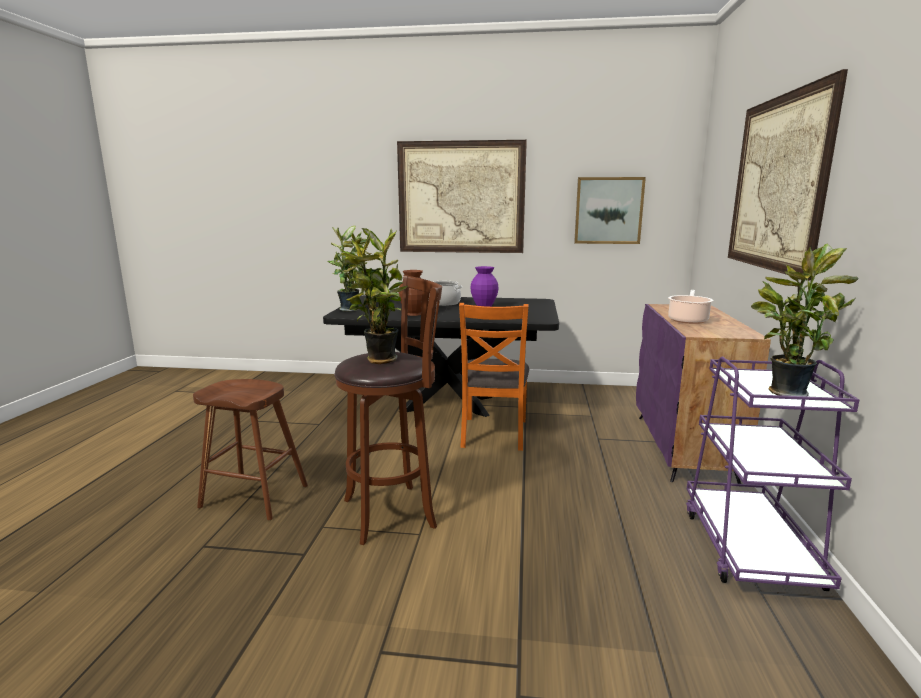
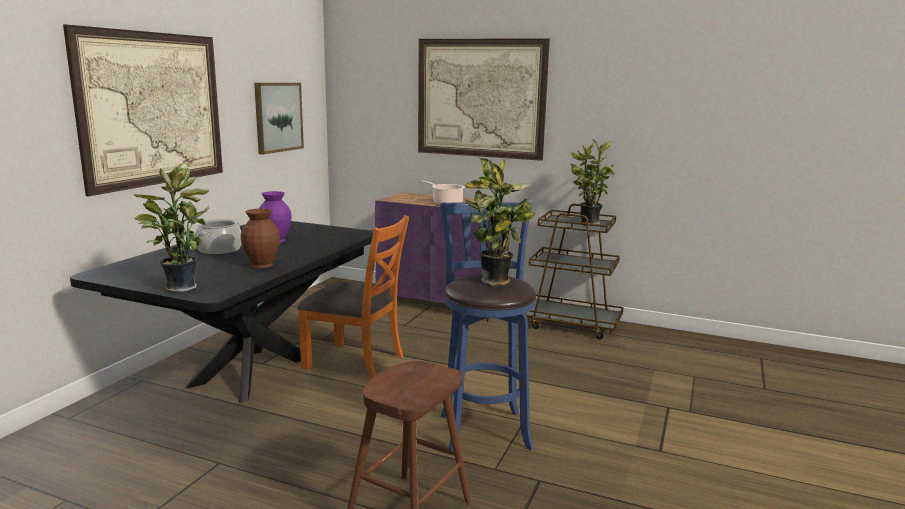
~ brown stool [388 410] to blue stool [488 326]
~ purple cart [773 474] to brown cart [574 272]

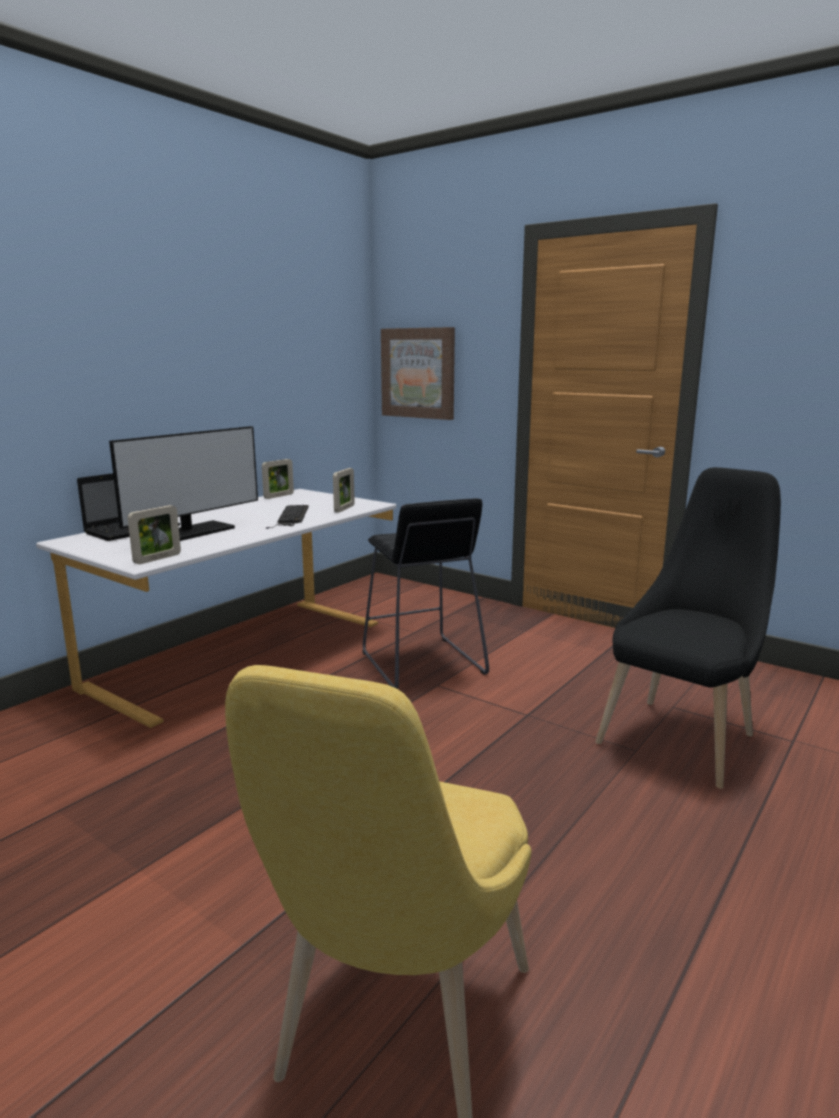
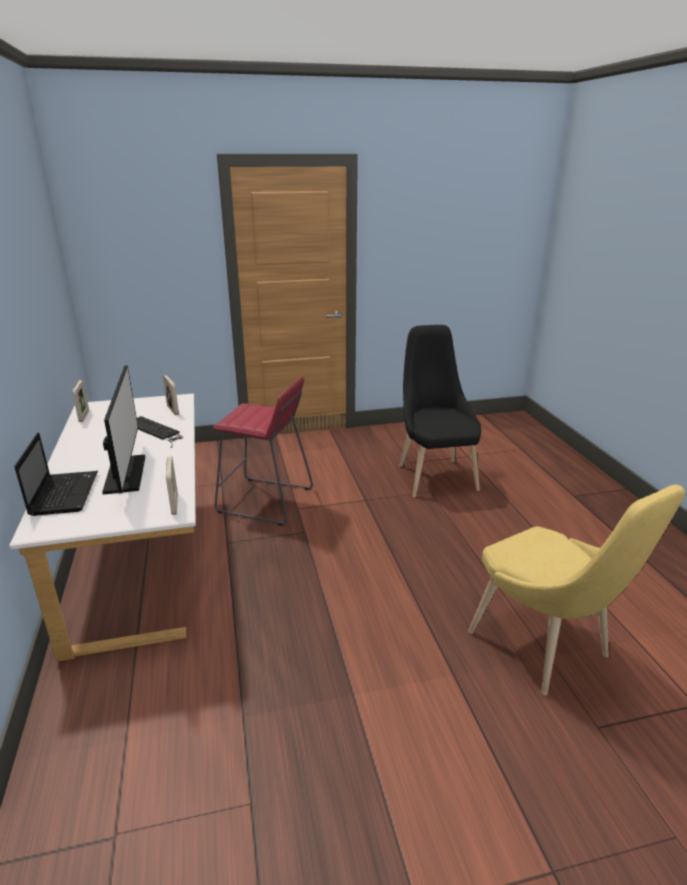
- picture [418 373]
~ black stool [426 593] to red stool [263 451]

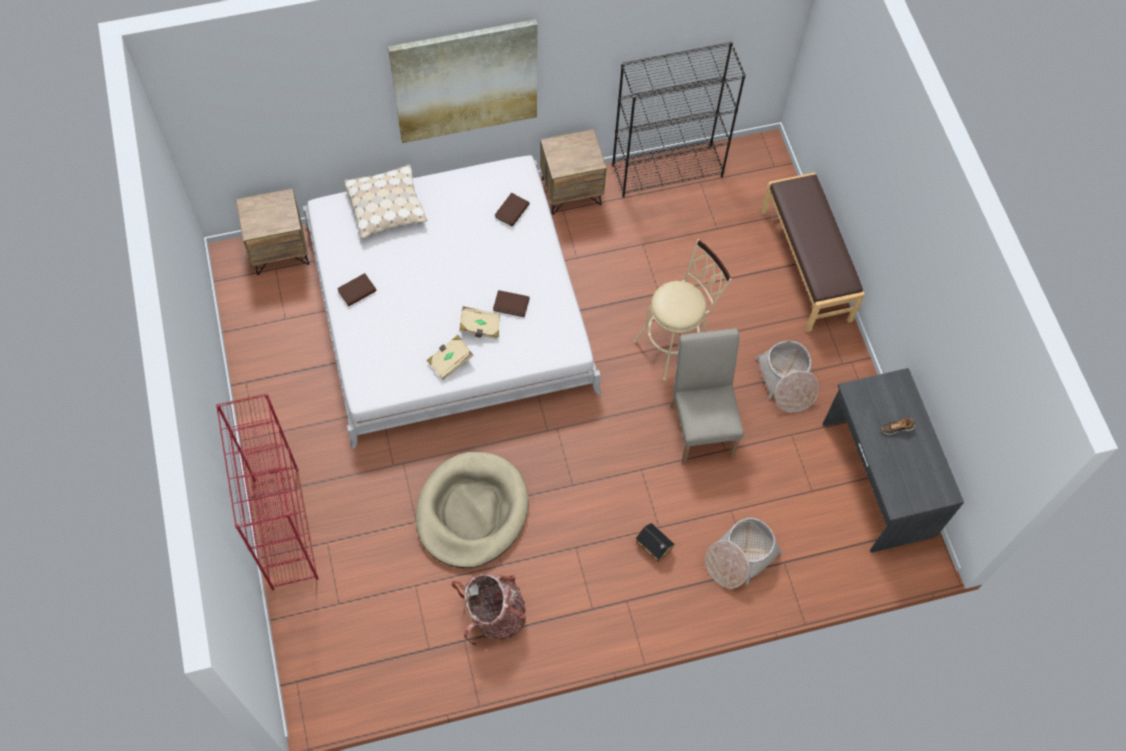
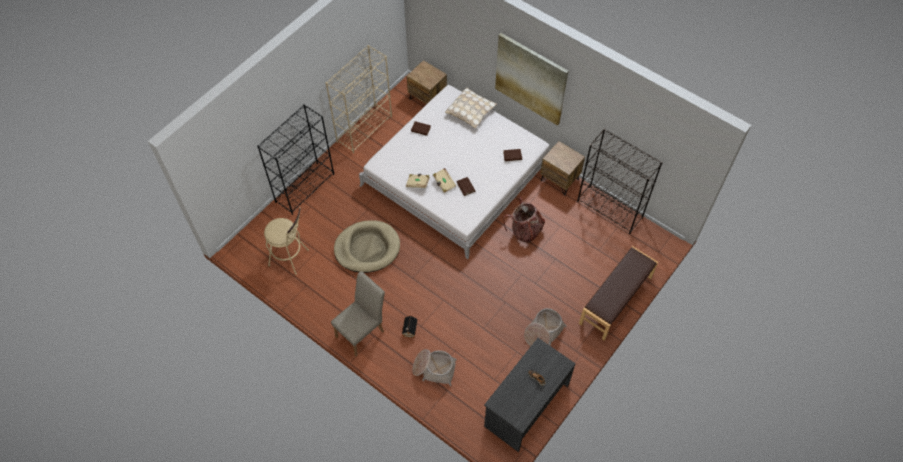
~ beige stool [683 309] to [286 241]
~ beige chair [707 396] to [358 314]
~ red bookcase [267 491] to black bookcase [295 159]
~ backpack [488 609] to [524 220]
+ beige bookcase [358 99]

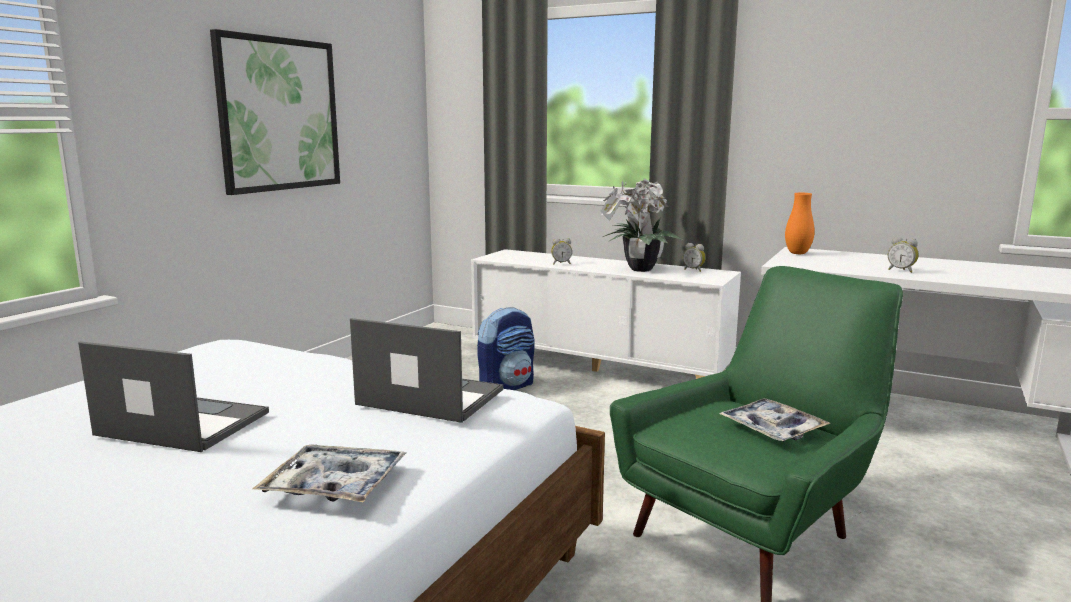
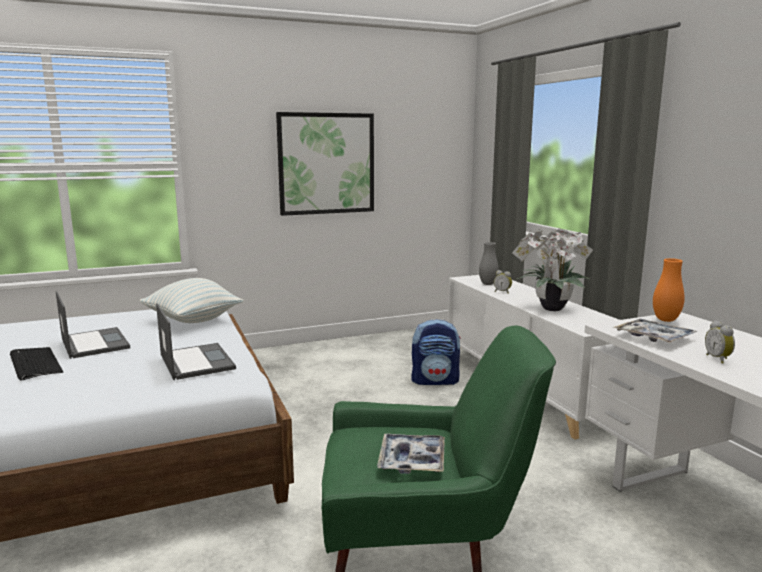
- alarm clock [694 257]
~ tray [329 473] to [655 331]
+ grey vase [489 263]
+ pillow [191 300]
+ keyboard [36 364]

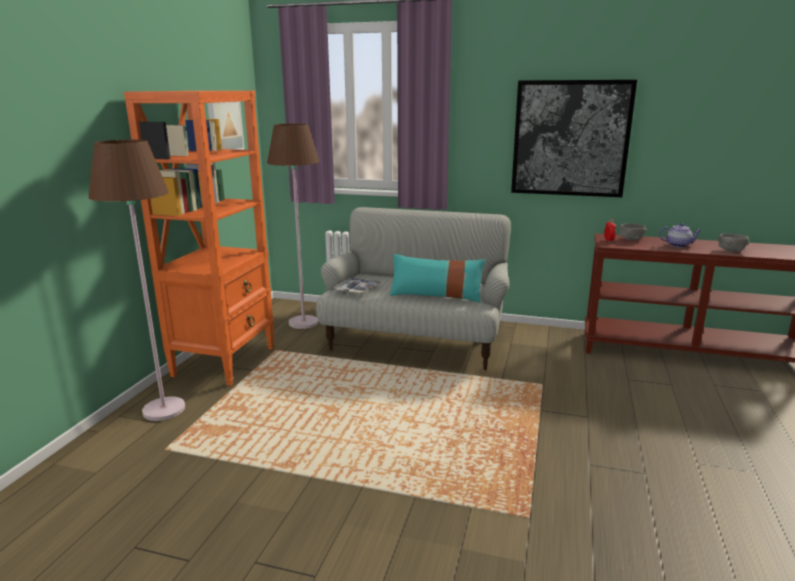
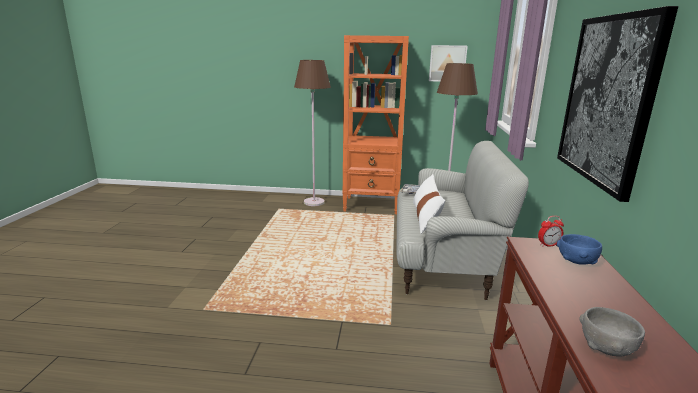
~ grey bowl [633 231] to blue bowl [579 249]
- teapot [680 235]
~ turquoise pillow [437 278] to white pillow [429 204]

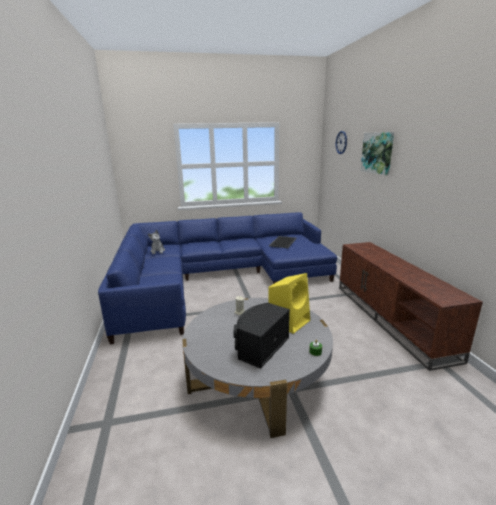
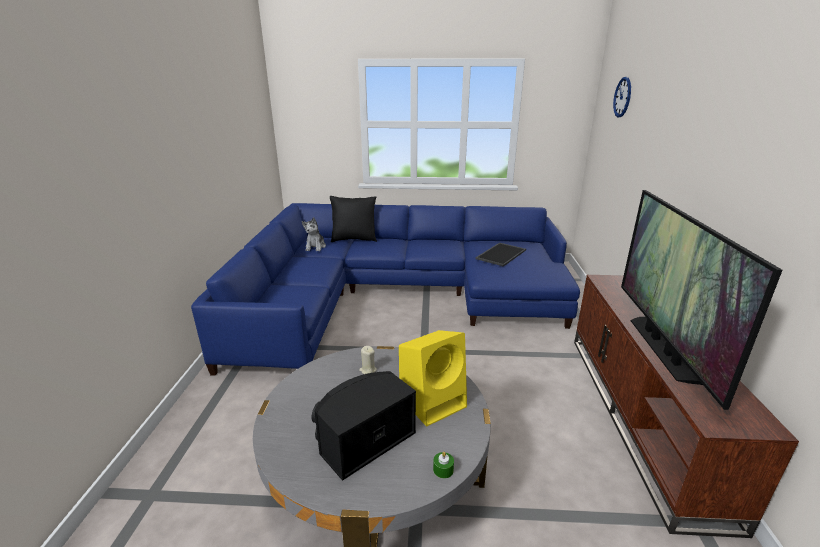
- picture [377 154]
+ television [701 300]
+ black pillow [353 219]

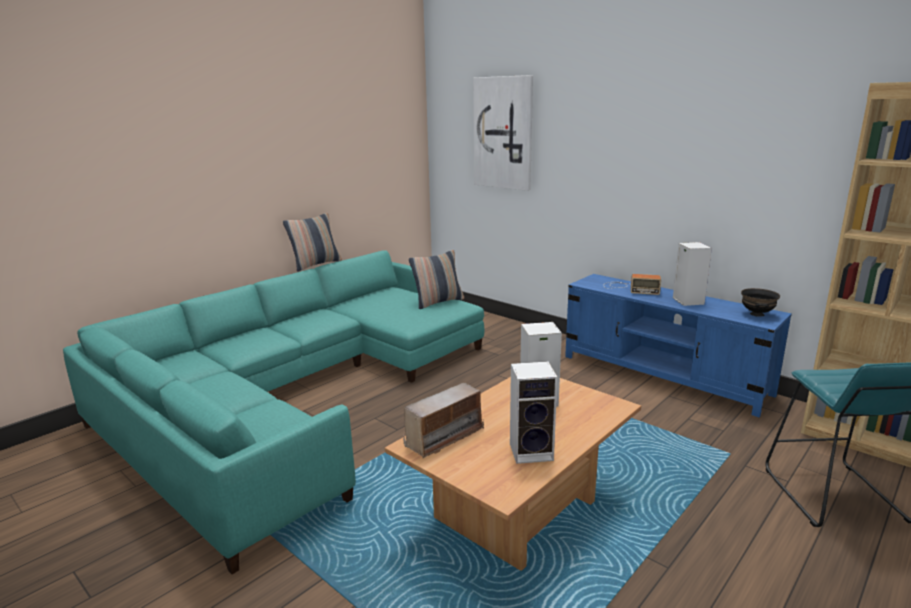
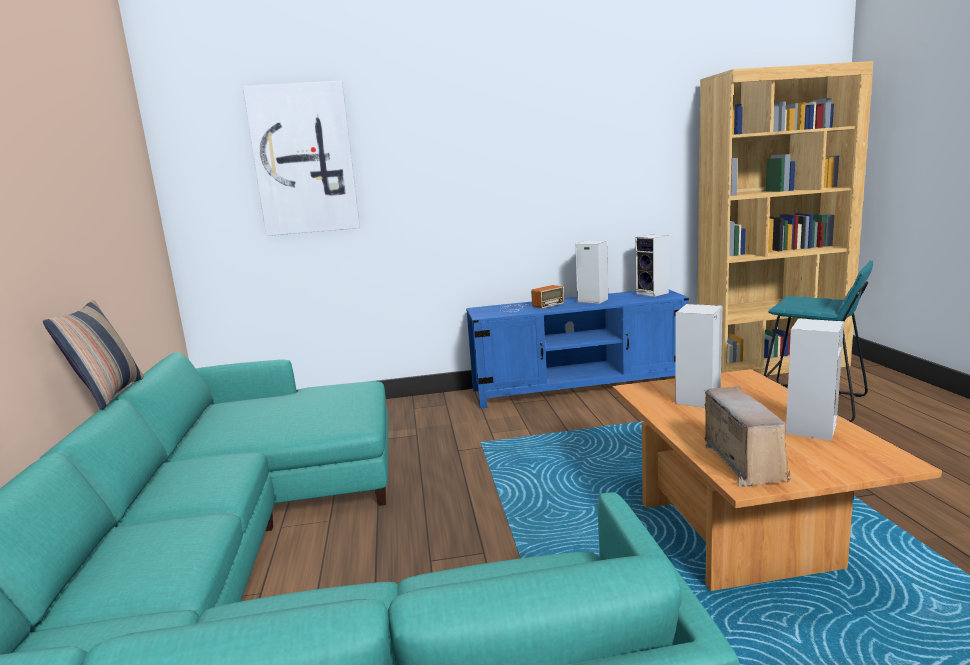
- pillow [436 279]
~ black bowl [760 302] to speaker [652 266]

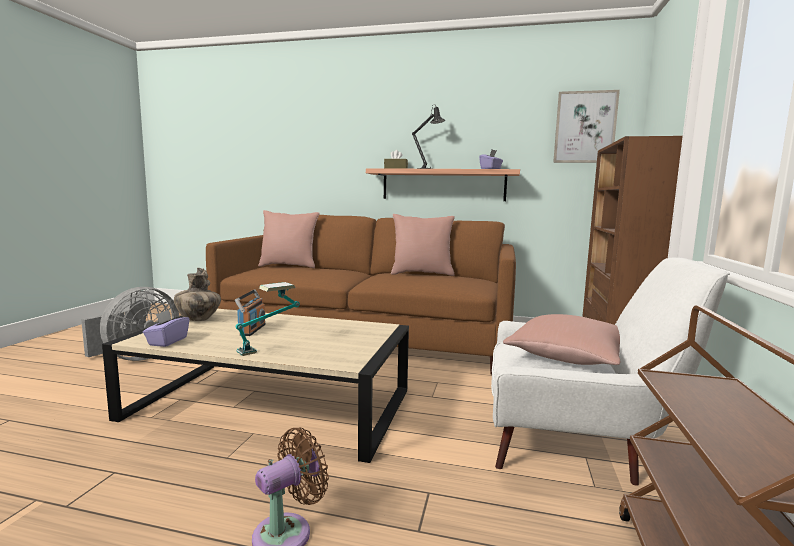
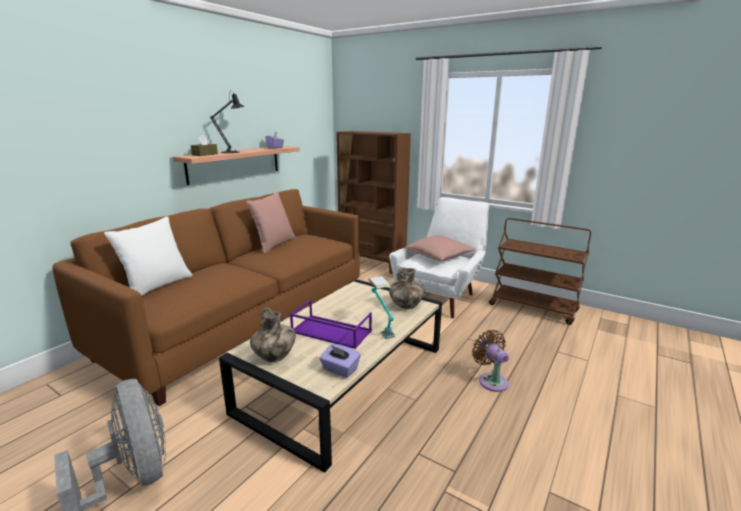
- picture [586 126]
~ pink pillow [289 239] to white pillow [148 256]
~ radio [250 313] to purple tray [331 324]
+ vase [407 288]

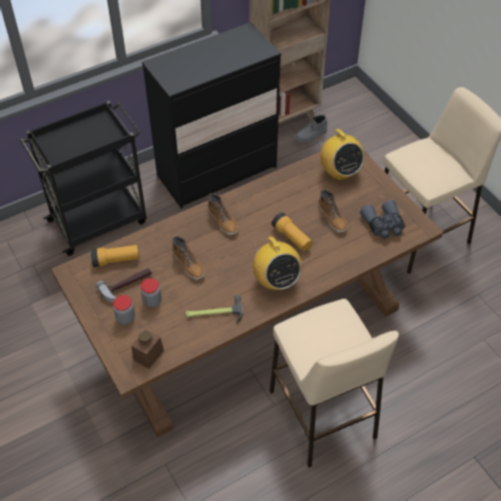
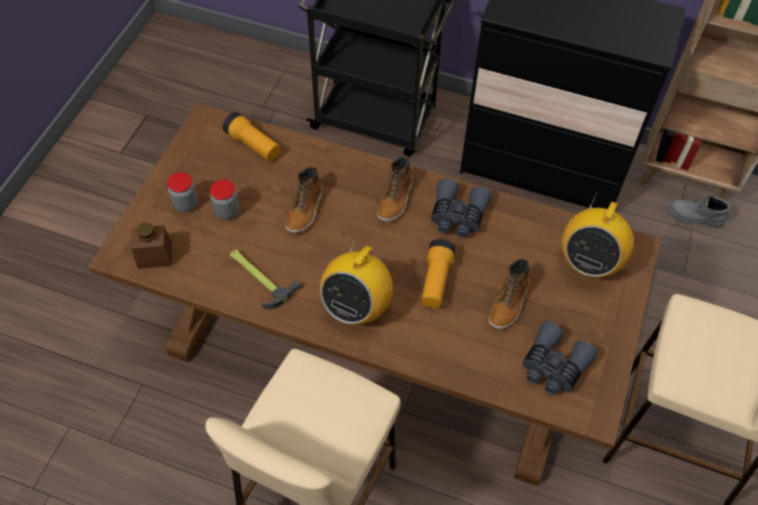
- hammer [124 285]
+ grey binoculars [461 208]

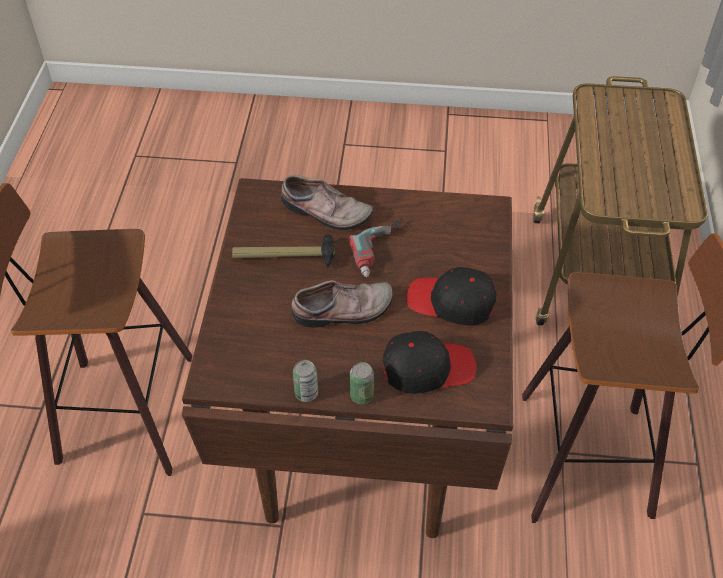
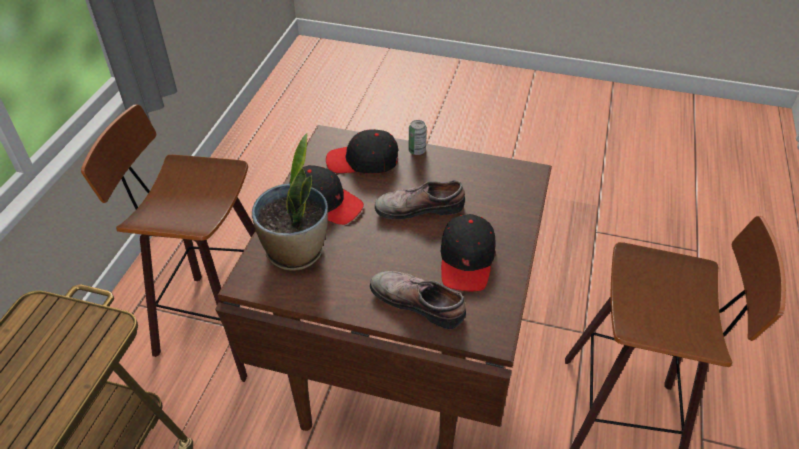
- power drill [376 247]
~ hammer [283 251] to black cap [468 252]
- can [305 381]
+ potted plant [290 202]

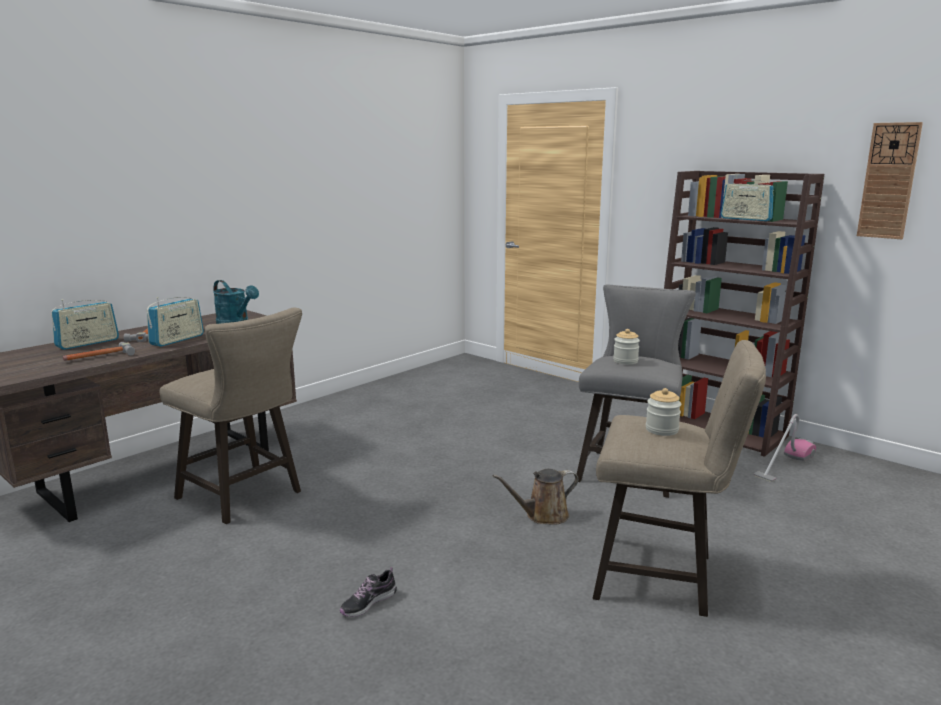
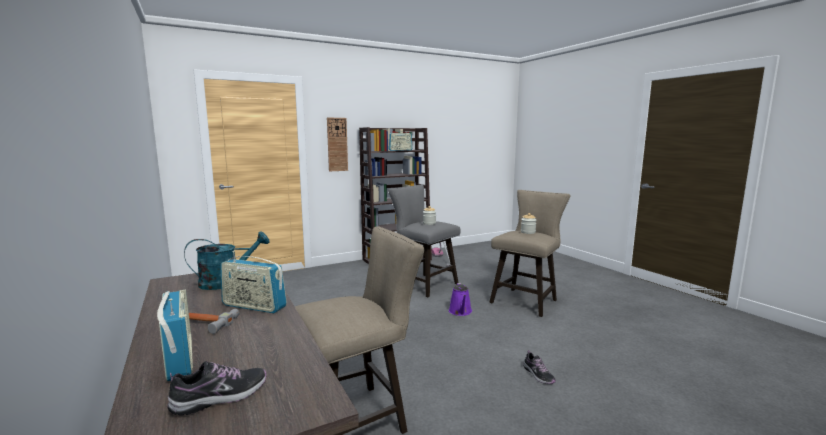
~ wall clock [890 180] to [337 144]
~ radio [175 322] = [254 282] 150 degrees clockwise
- hammer [98 351]
~ brown watering can [535 497] to purple watering can [460 299]
+ shoe [216 388]

